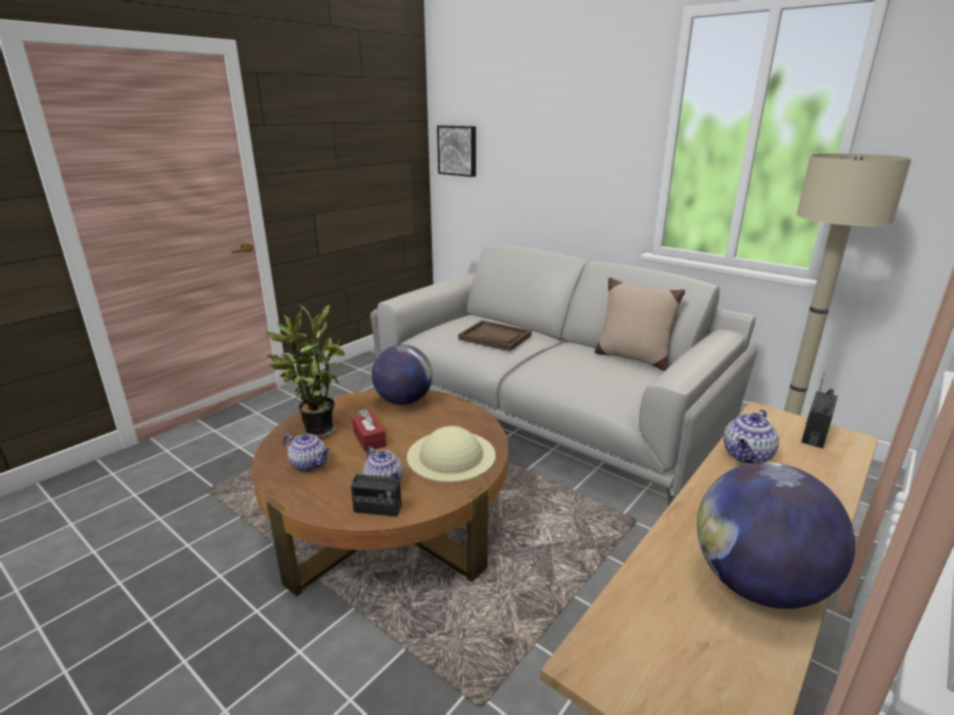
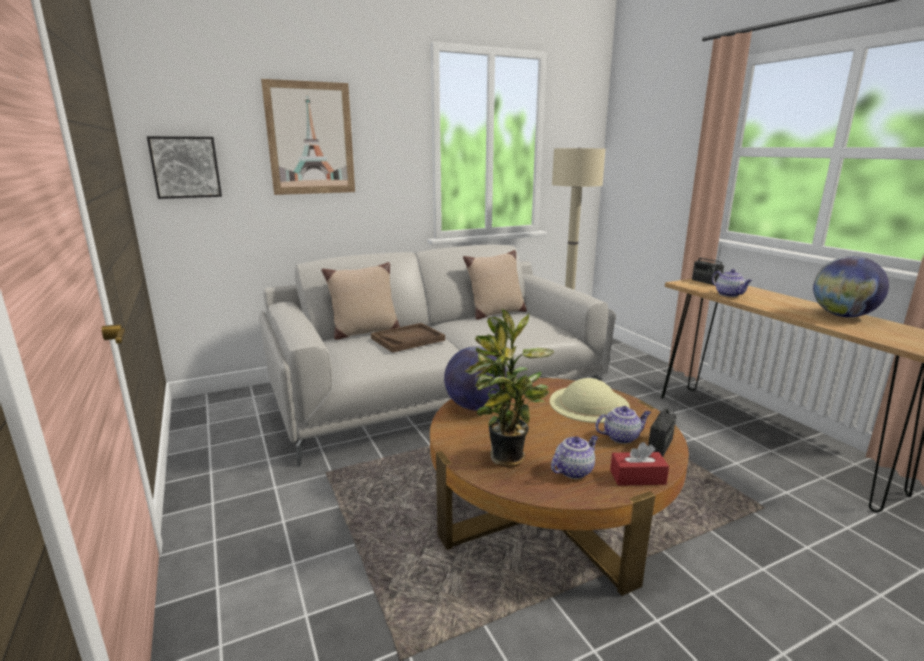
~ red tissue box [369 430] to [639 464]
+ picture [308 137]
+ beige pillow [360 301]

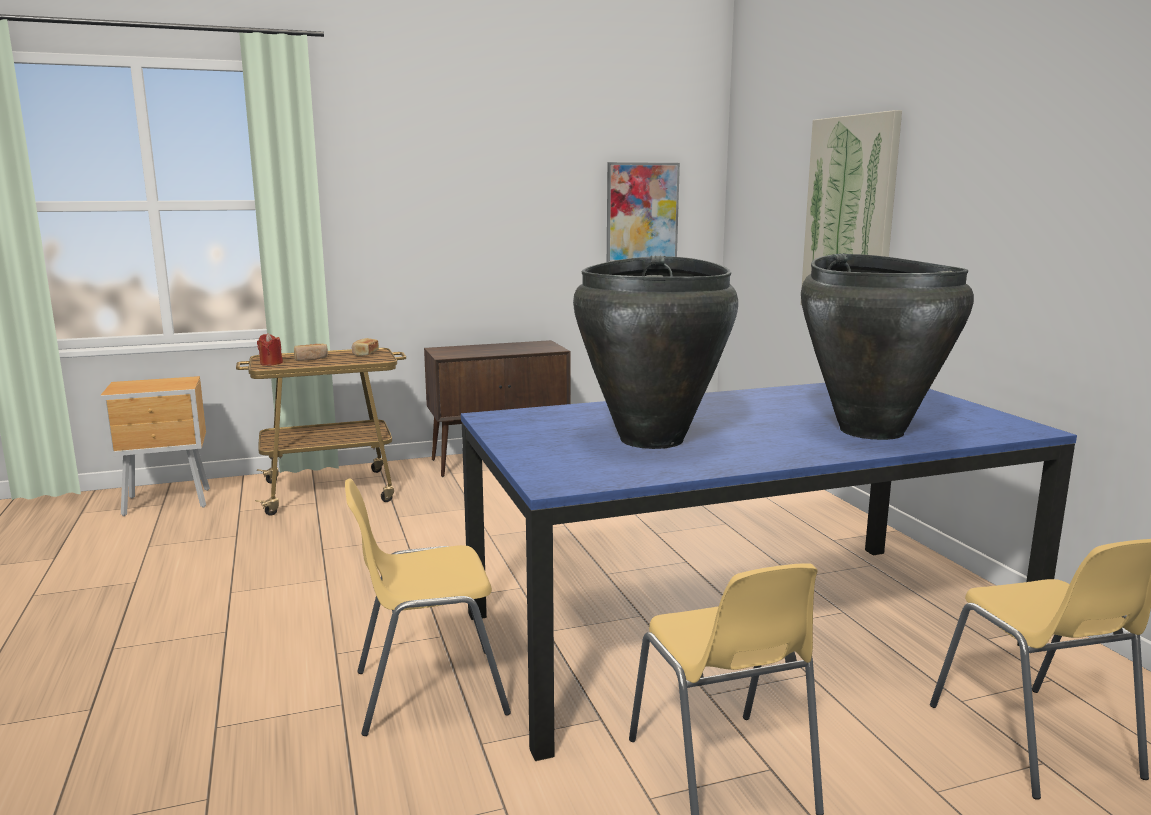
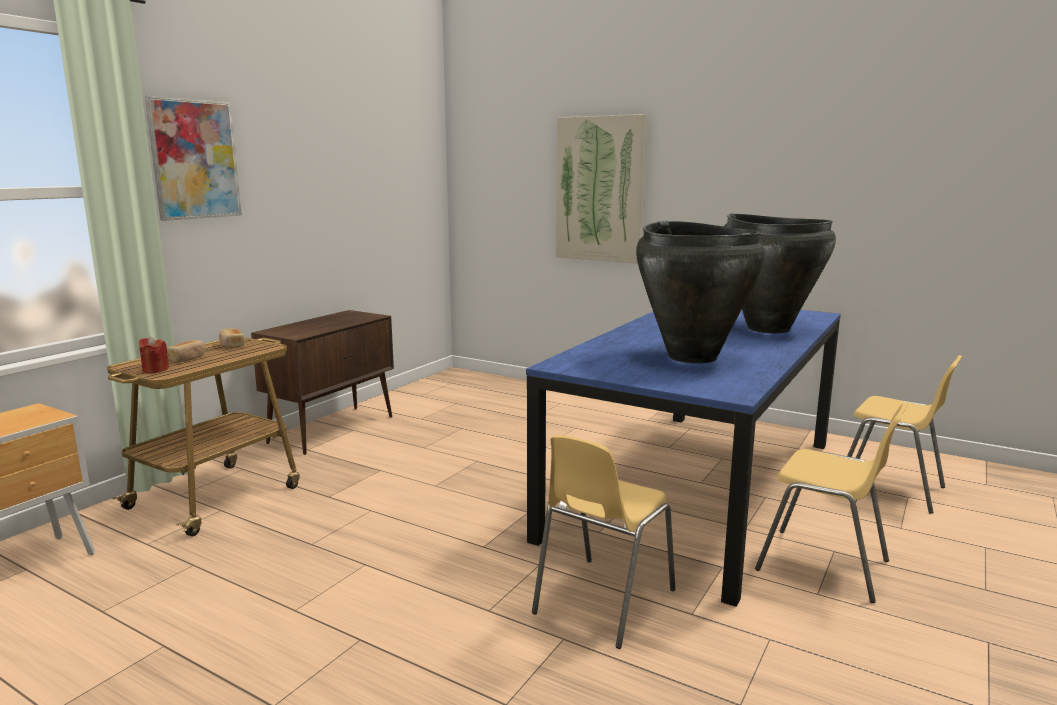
~ picture [643 212] to [193 158]

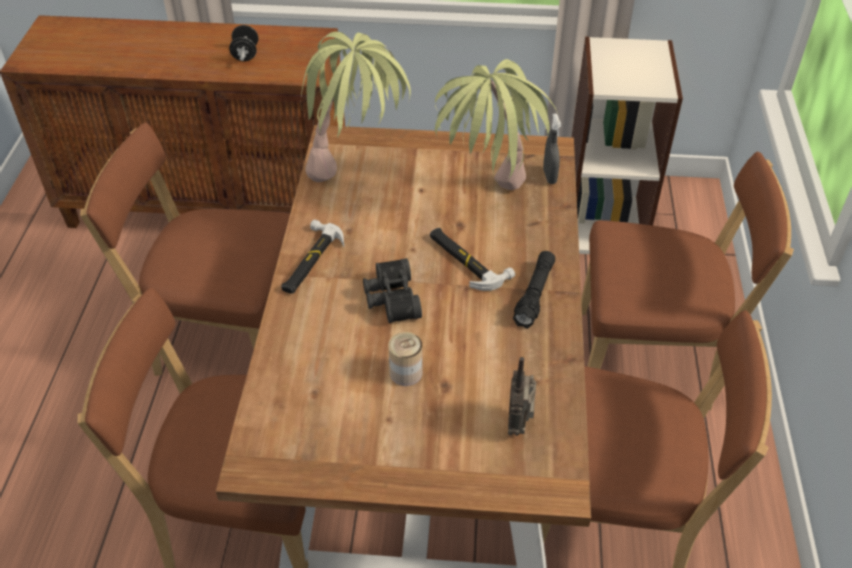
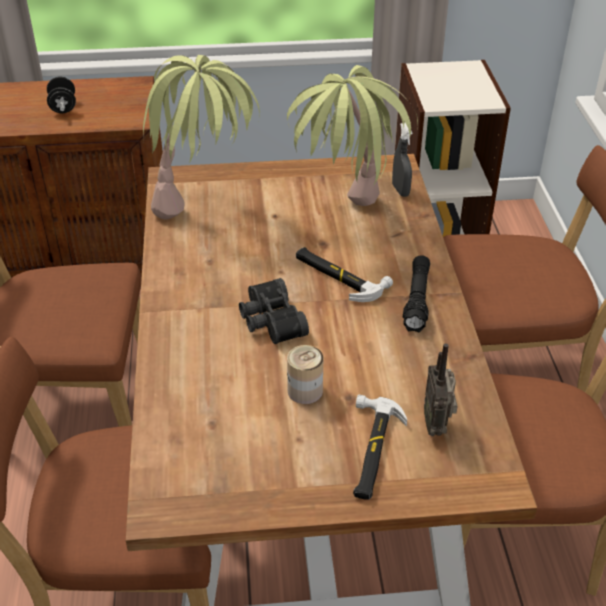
~ hammer [312 257] to [380 447]

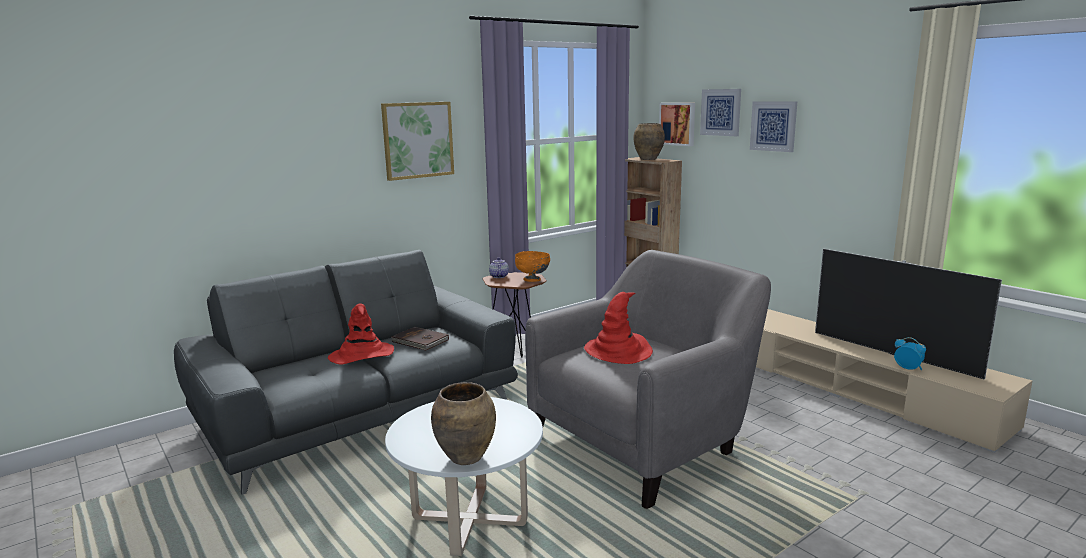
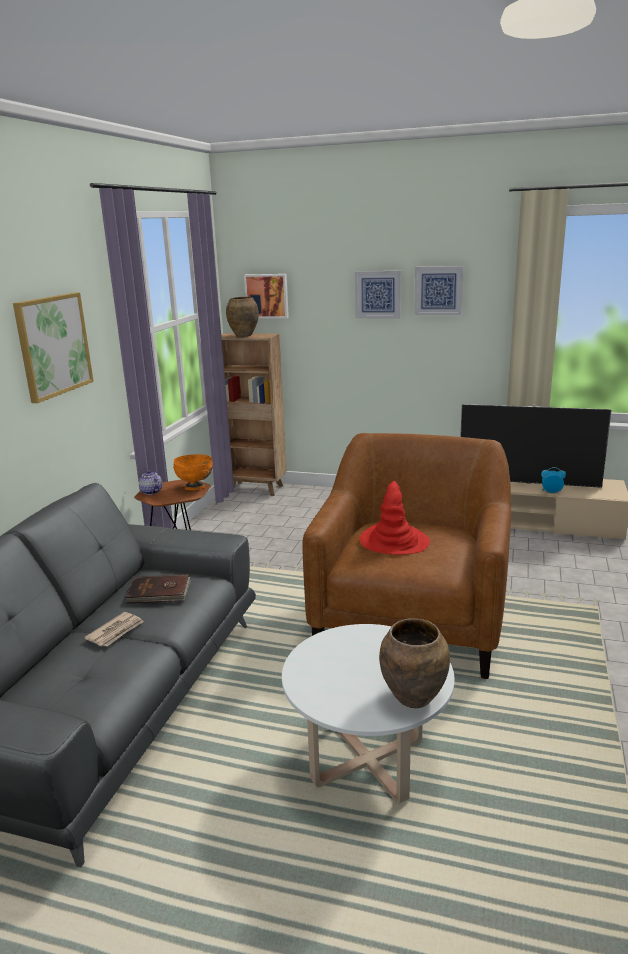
~ picture [720 112] to [439 290]
~ grey armchair [648 379] to brown armchair [406 556]
~ red hat [361 334] to newspaper [114 629]

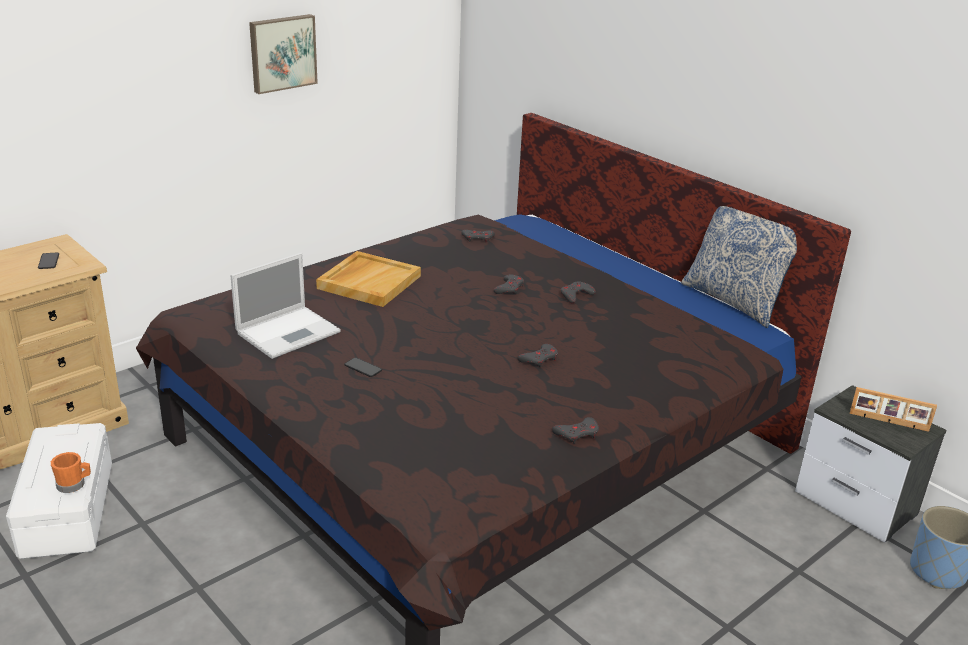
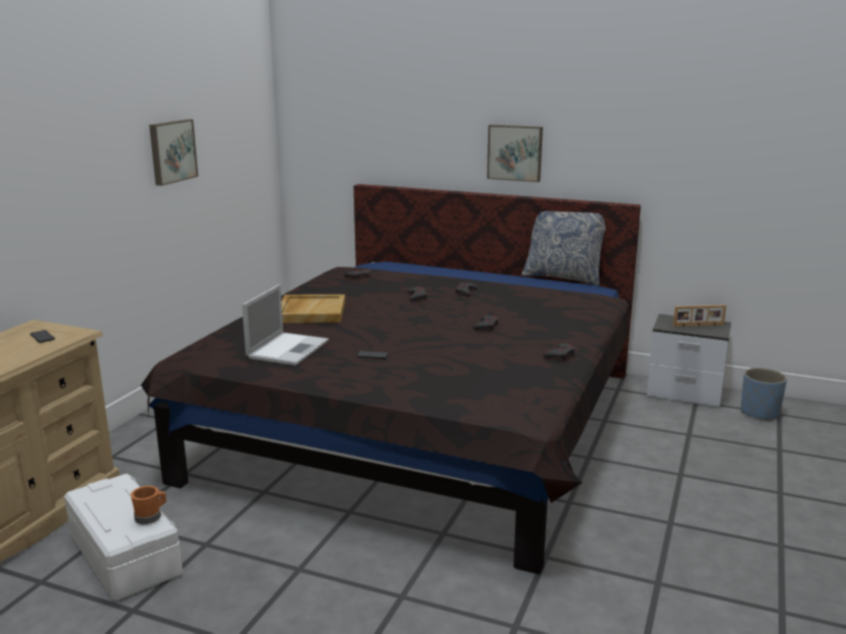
+ picture [515 153]

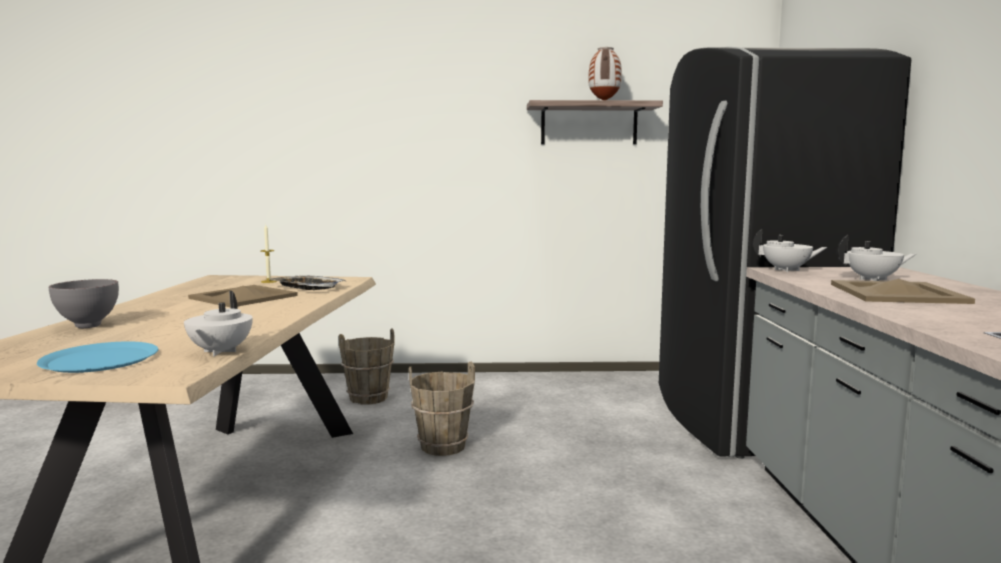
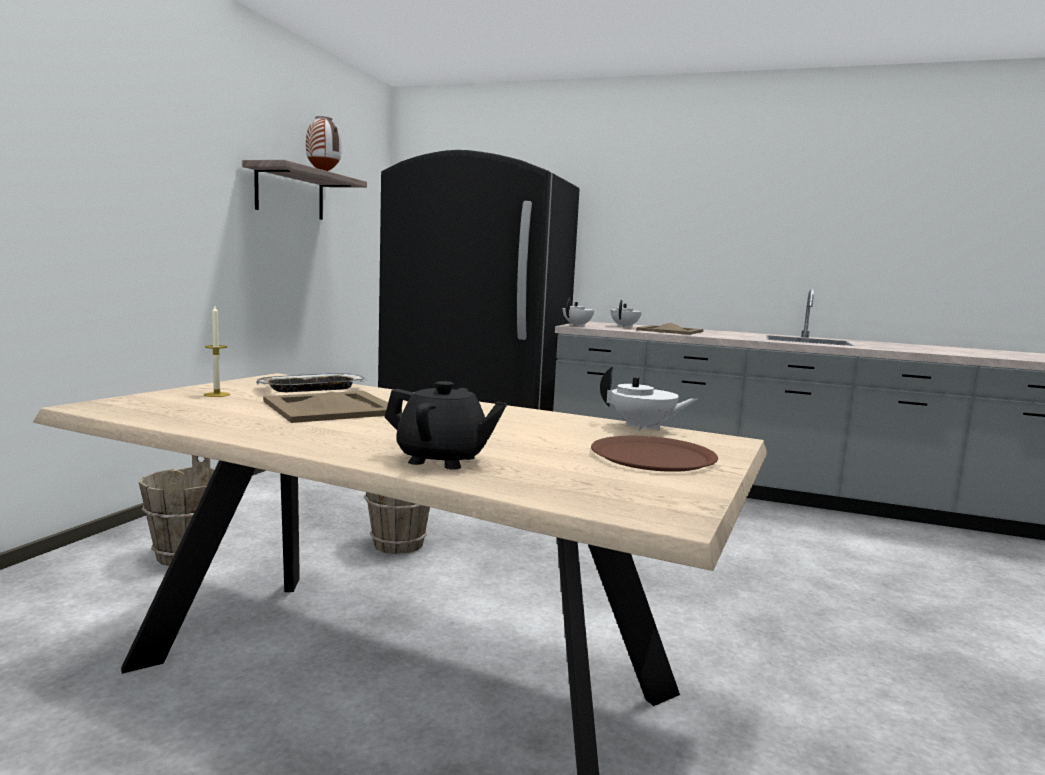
~ grey bowl [84 303] to black teapot [445 425]
~ blue plate [97 357] to brown plate [654 454]

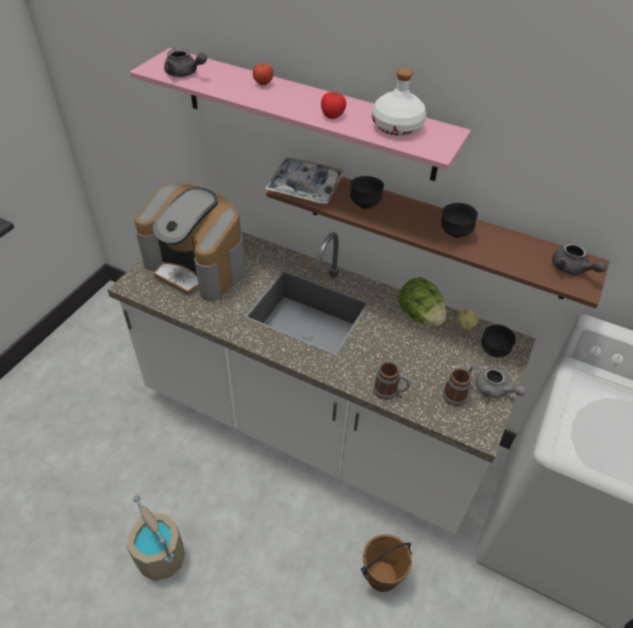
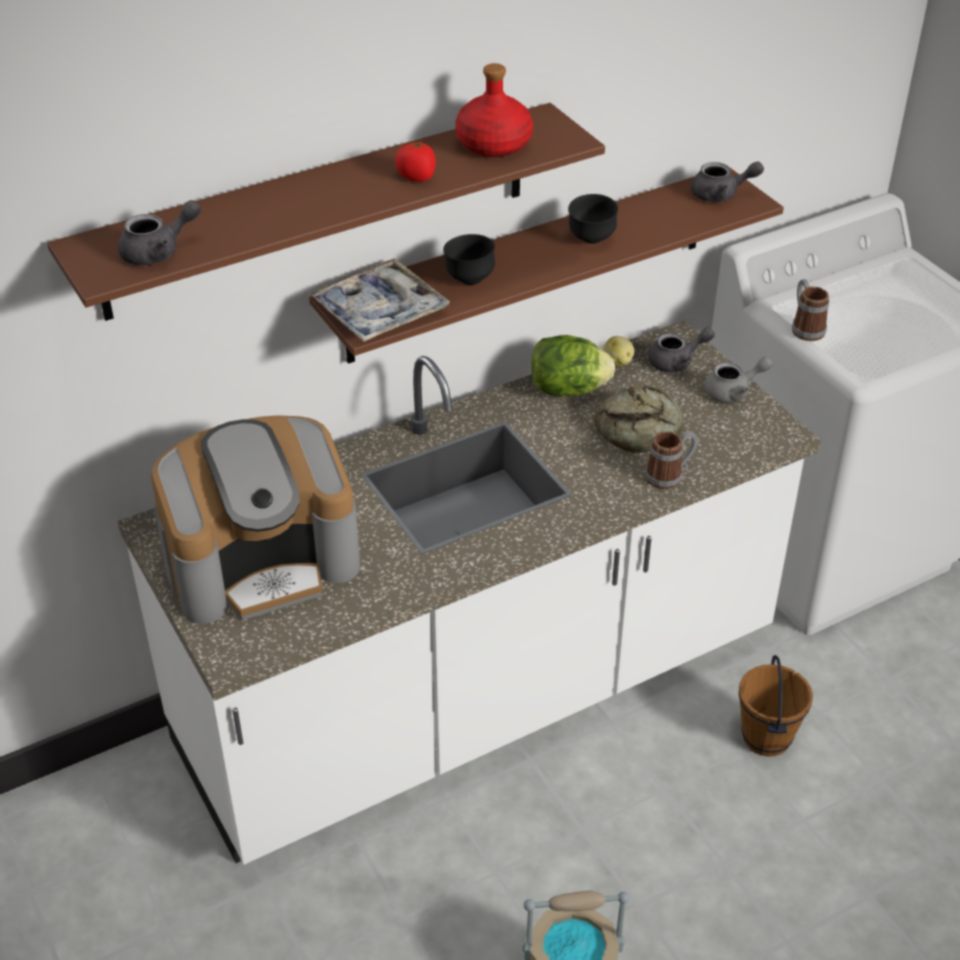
~ pink shelf [300 114] to brown shelf [326 212]
- apple [263 74]
~ white bottle [399 102] to red bottle [494 110]
~ black bowl [498 340] to grey teapot [681 349]
~ mug [458 384] to [810 310]
+ bread [639 419]

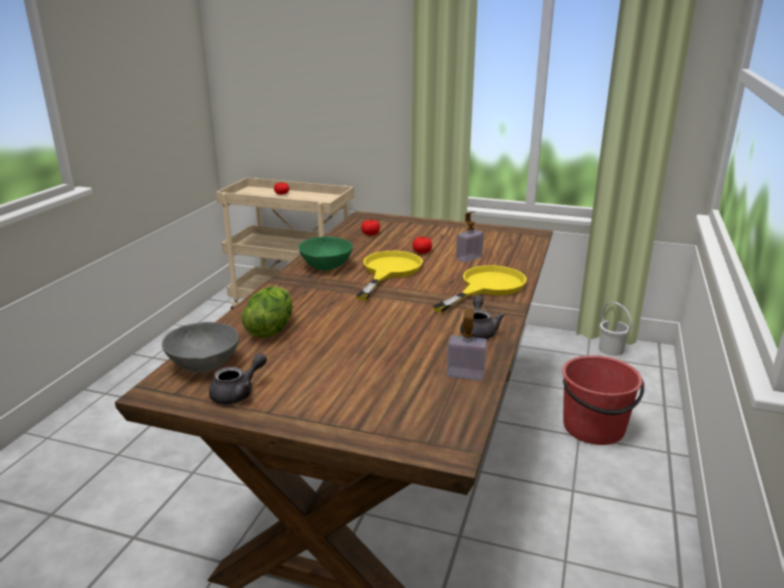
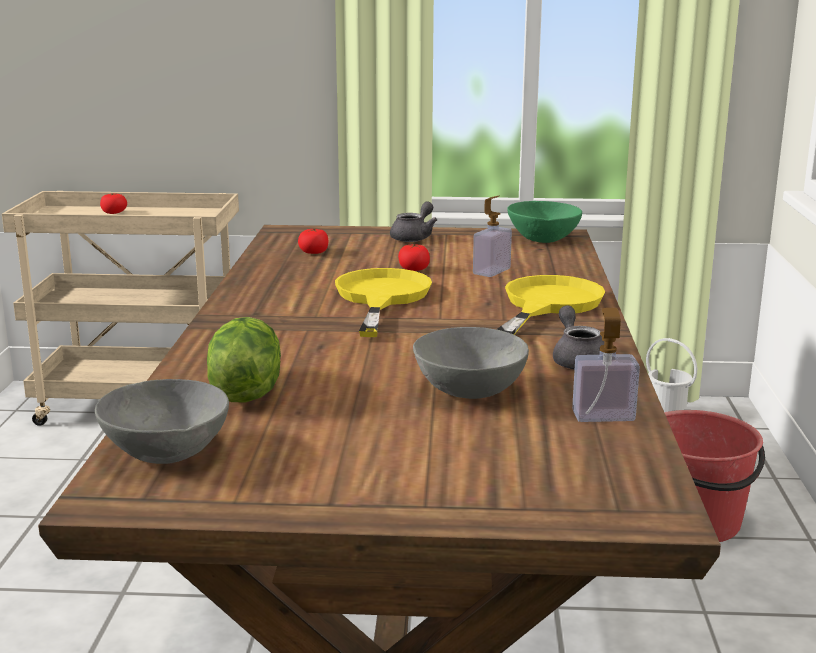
~ green bowl [325 254] to [544 222]
~ grey teapot [238 378] to [413 222]
+ grey bowl [471 363]

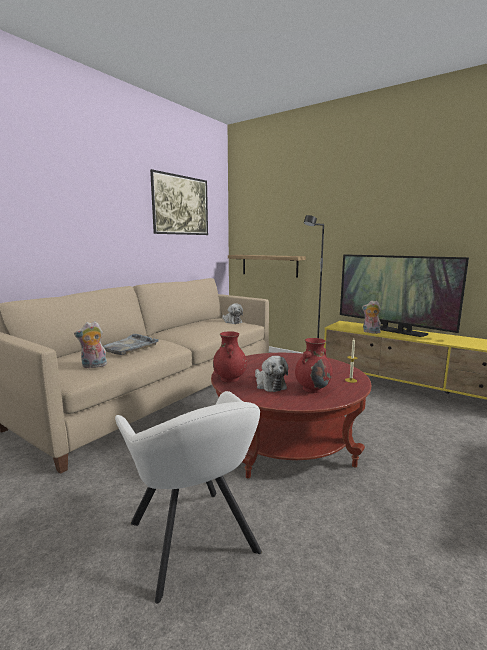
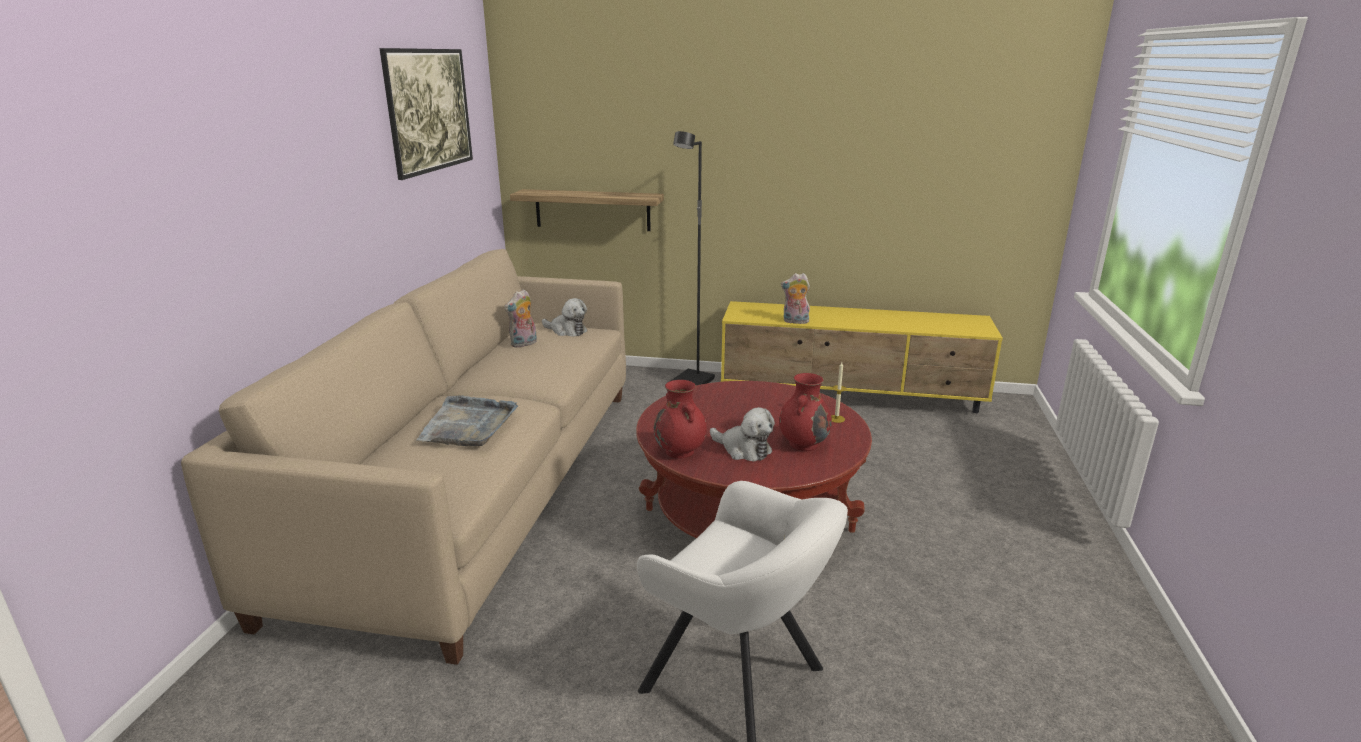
- television [404 295]
~ plush toy [90 345] to [520 318]

